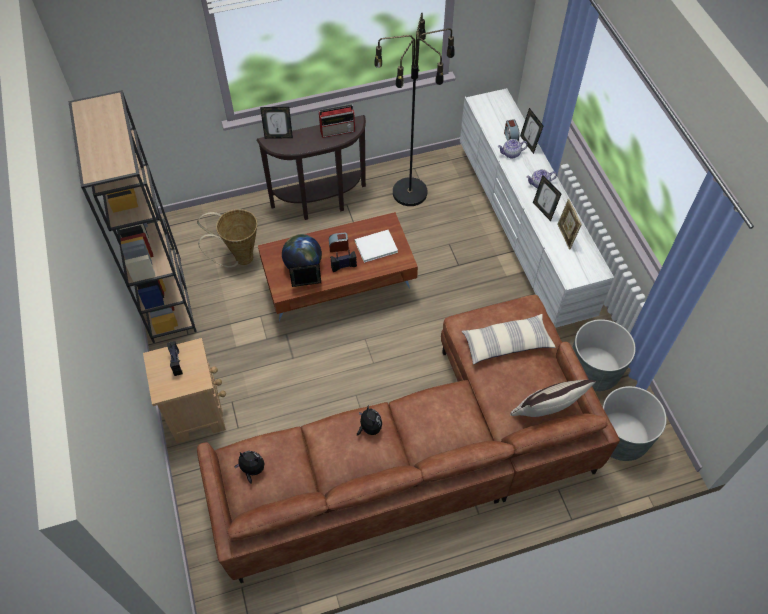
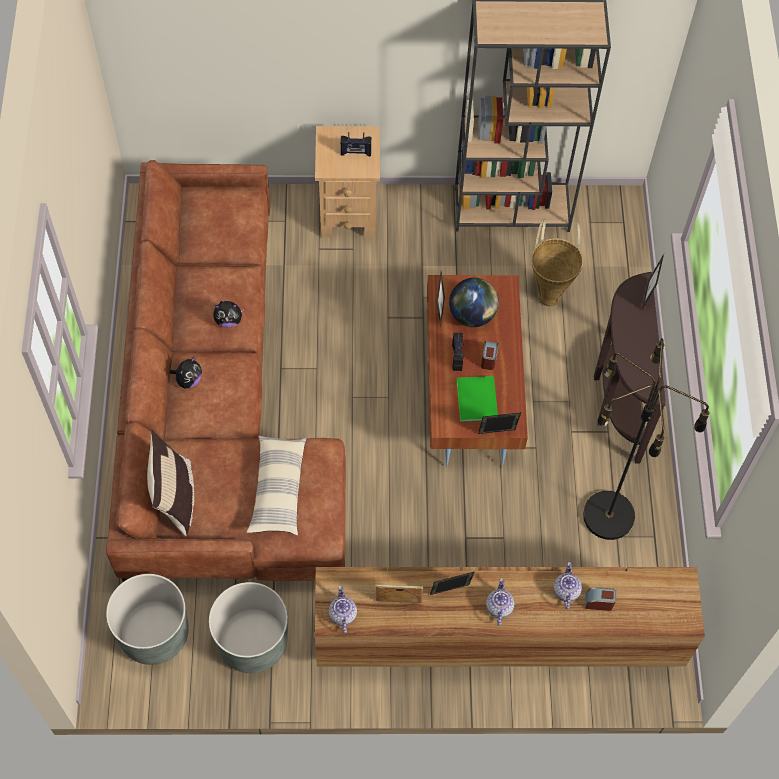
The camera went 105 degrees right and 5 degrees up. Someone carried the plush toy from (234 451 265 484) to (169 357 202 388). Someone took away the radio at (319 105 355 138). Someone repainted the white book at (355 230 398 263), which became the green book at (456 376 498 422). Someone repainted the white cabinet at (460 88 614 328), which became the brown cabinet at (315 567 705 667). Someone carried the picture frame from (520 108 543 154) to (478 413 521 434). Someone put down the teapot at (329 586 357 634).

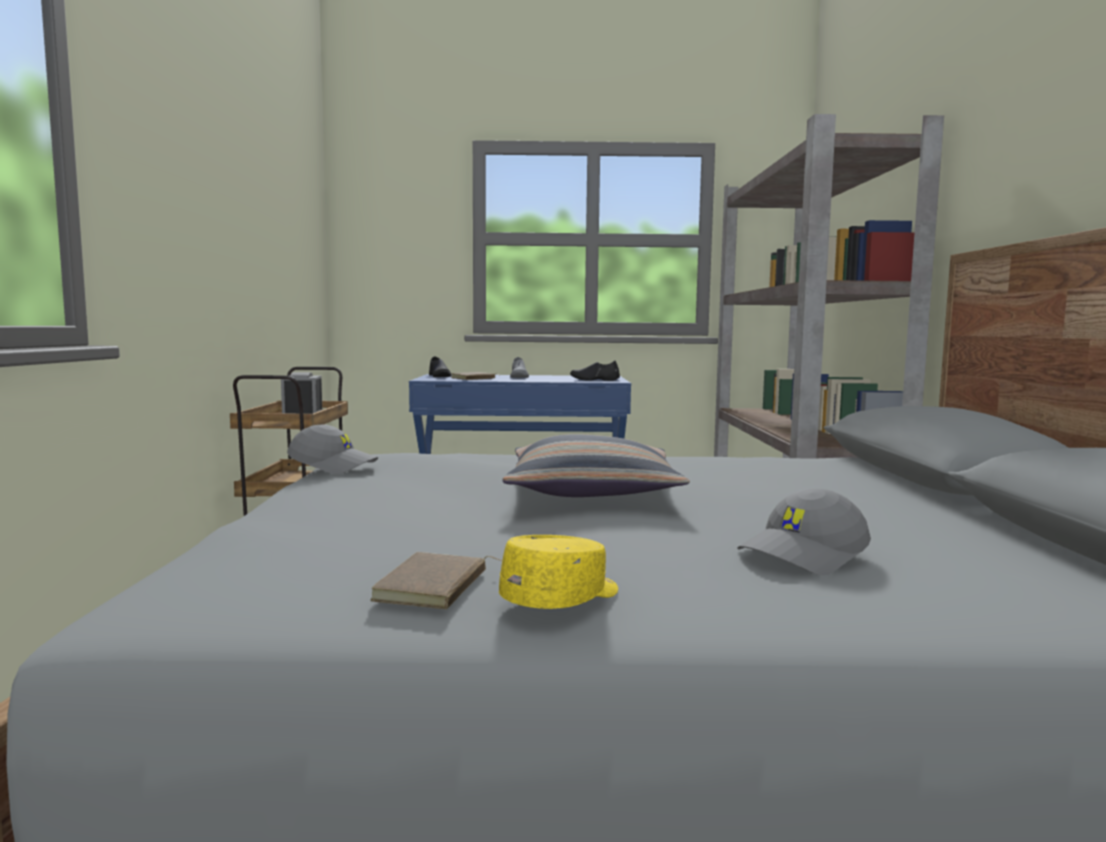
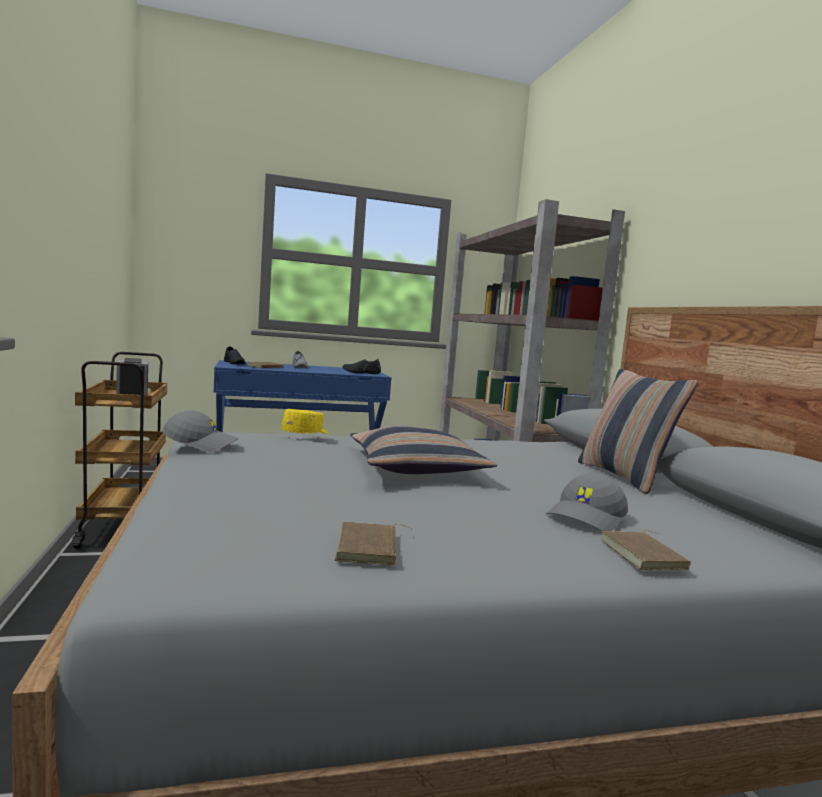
The camera went 15 degrees left and 0 degrees up. Someone carried the yellow cap from (499 535 618 609) to (281 409 328 434). Someone put down the pillow at (578 369 698 494). Someone put down the brown book at (601 530 691 570).

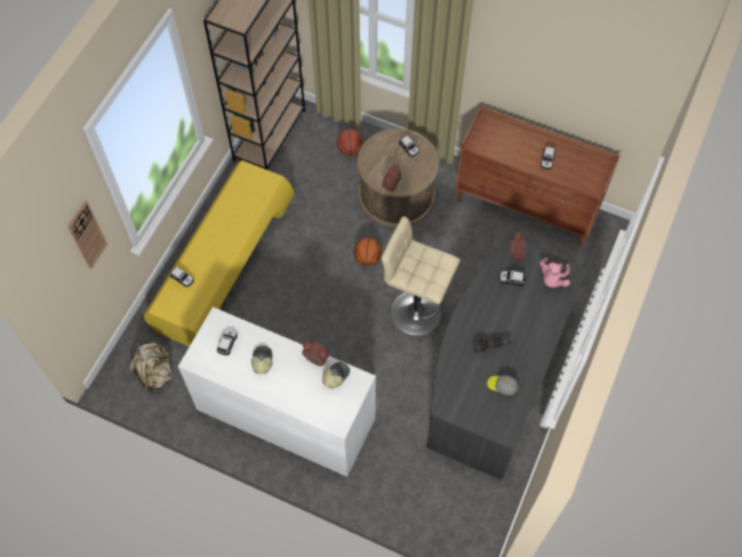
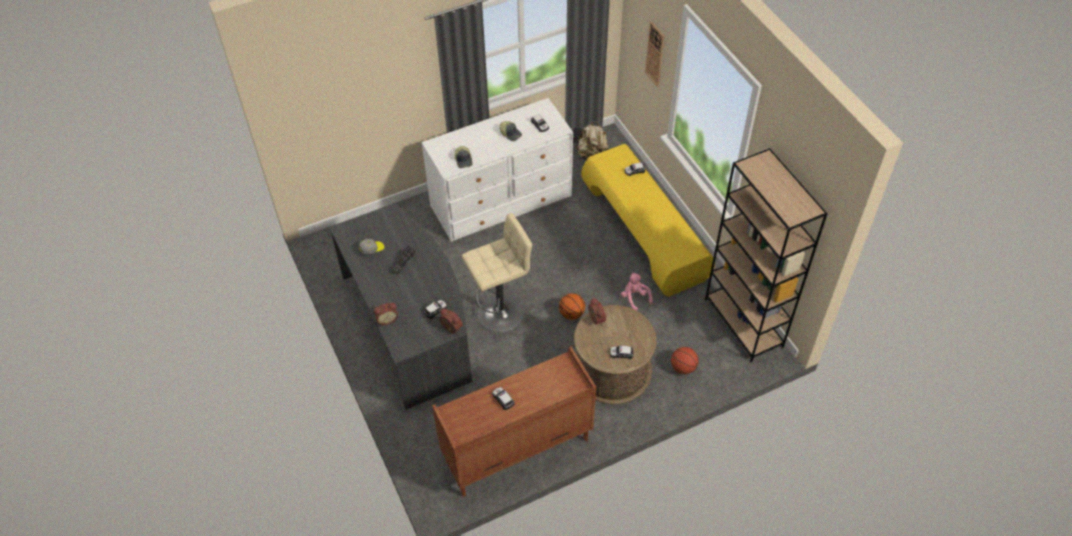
The camera went 130 degrees right and 10 degrees down. Someone carried the alarm clock from (302 341 330 366) to (374 303 398 325). Someone carried the pink plush toy from (540 257 570 288) to (621 272 653 311).

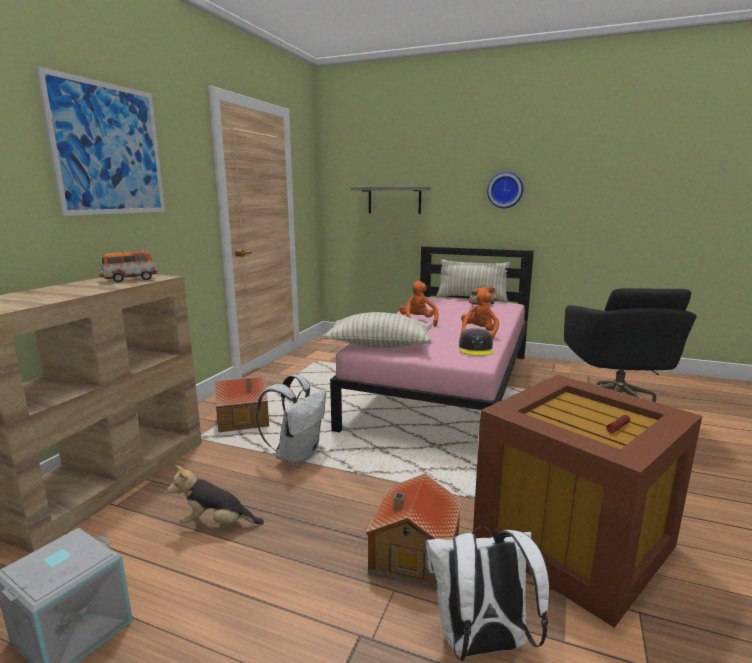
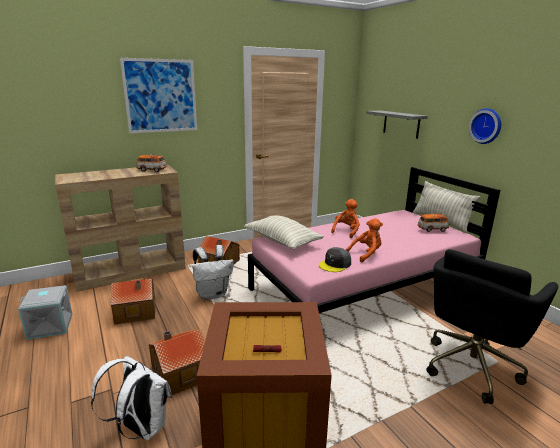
The camera went 40 degrees right and 5 degrees up. Someone swapped the plush toy at (167 465 264 524) for the toy house at (111 278 155 325).

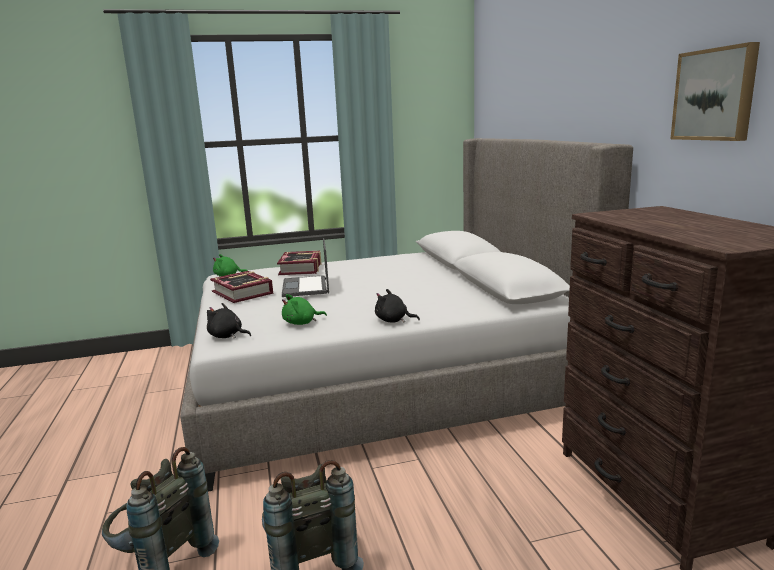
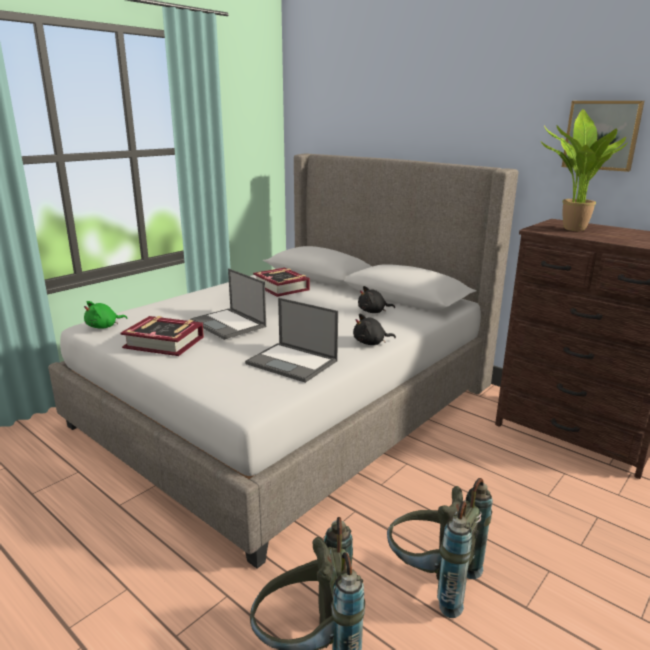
The camera went 35 degrees left and 5 degrees up. Someone carried the black plush toy from (207 303 251 339) to (358 286 395 313). Someone carried the book from (277 251 321 275) to (253 268 310 297). Someone swapped the green plush toy at (282 294 327 325) for the laptop at (245 298 338 383). Someone put down the potted plant at (541 109 628 231).

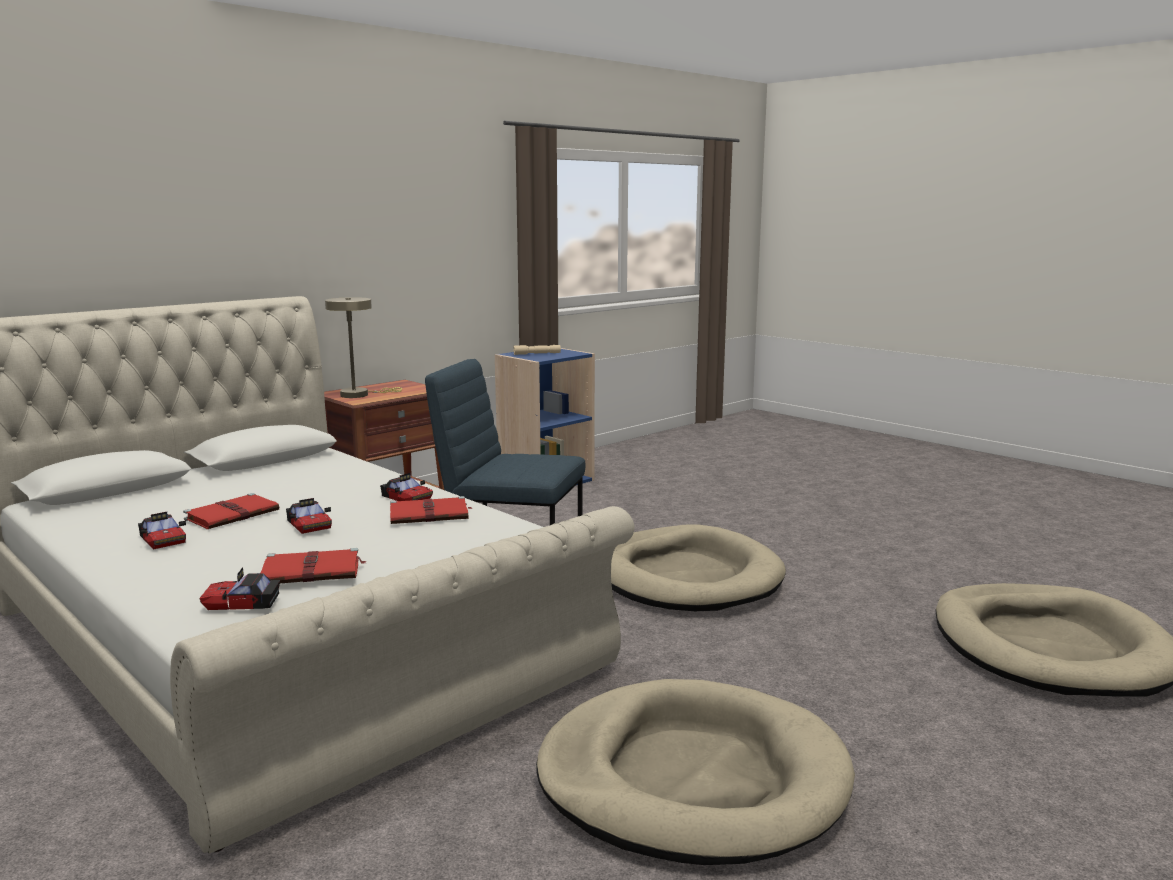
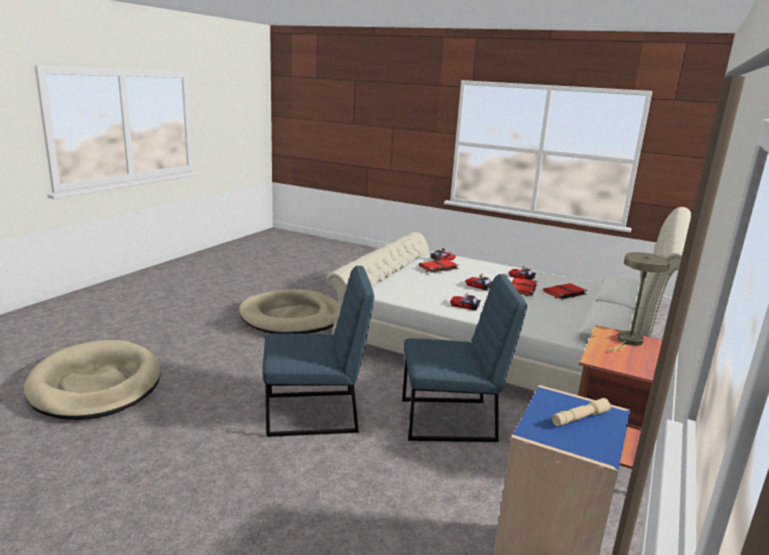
The camera went 160 degrees right and 5 degrees up. Someone carried the red book from (390 496 473 524) to (543 283 587 300). Someone swapped the beige dog bed at (611 525 786 611) for the blue chair at (262 266 374 437).

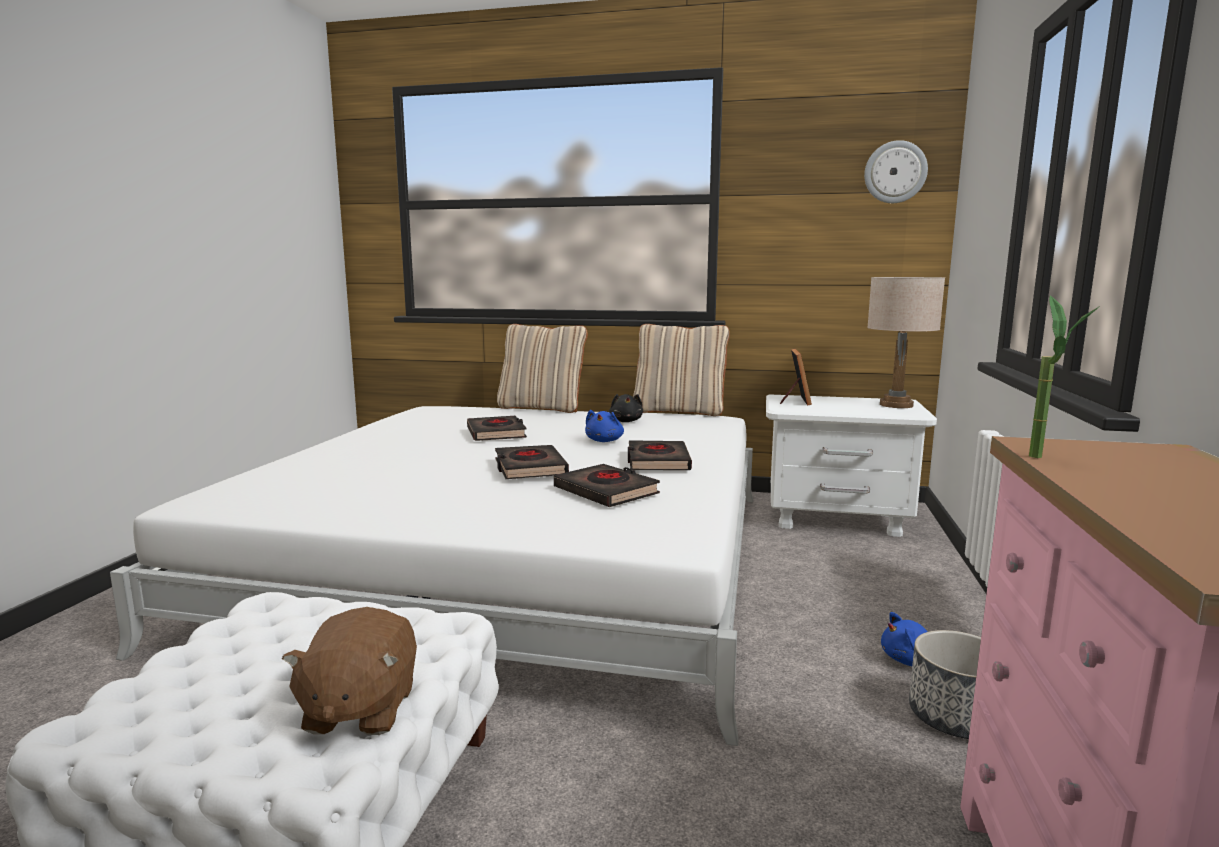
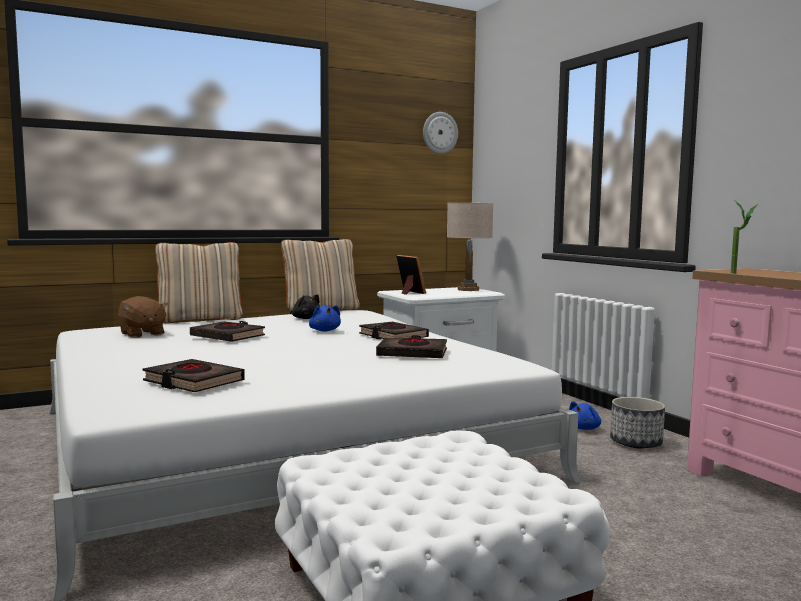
The camera went 40 degrees left and 5 degrees down. Someone carried the brown plush toy from (282 607 417 735) to (118 296 168 338). Someone carried the black book from (495 445 569 479) to (143 359 245 392).

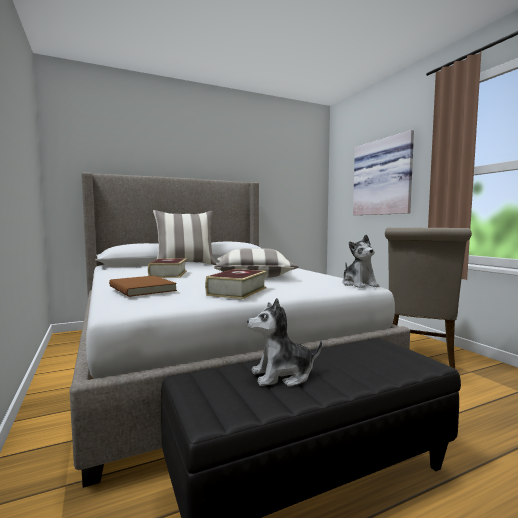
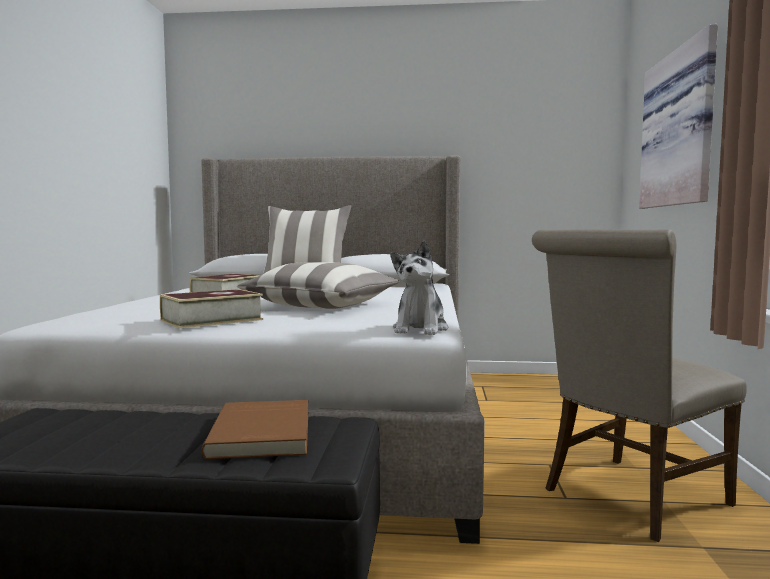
The camera went 30 degrees right and 0 degrees up. Someone carried the brown book from (109 276 177 297) to (202 400 308 459). Someone took away the plush toy at (247 298 322 387).

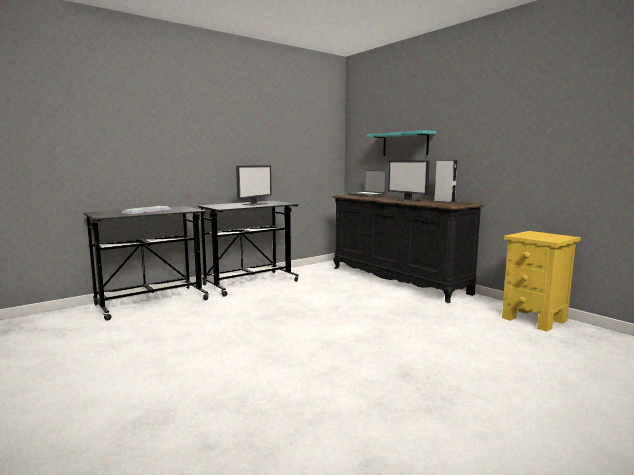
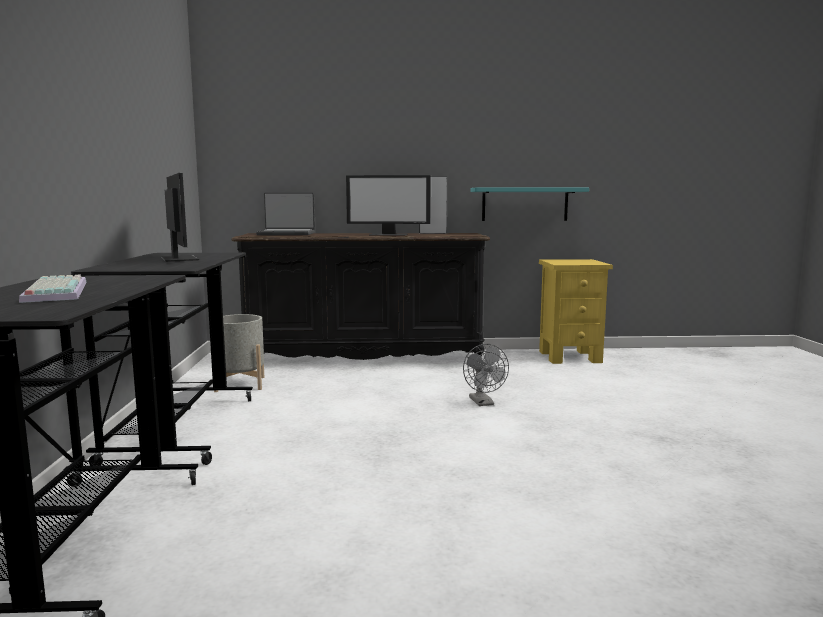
The camera went 55 degrees left and 0 degrees up. Someone carried the turquoise shelf from (366 130 436 156) to (471 188 589 221). Someone put down the grey planter at (214 314 264 392). Someone put down the grey fan at (463 344 509 406).

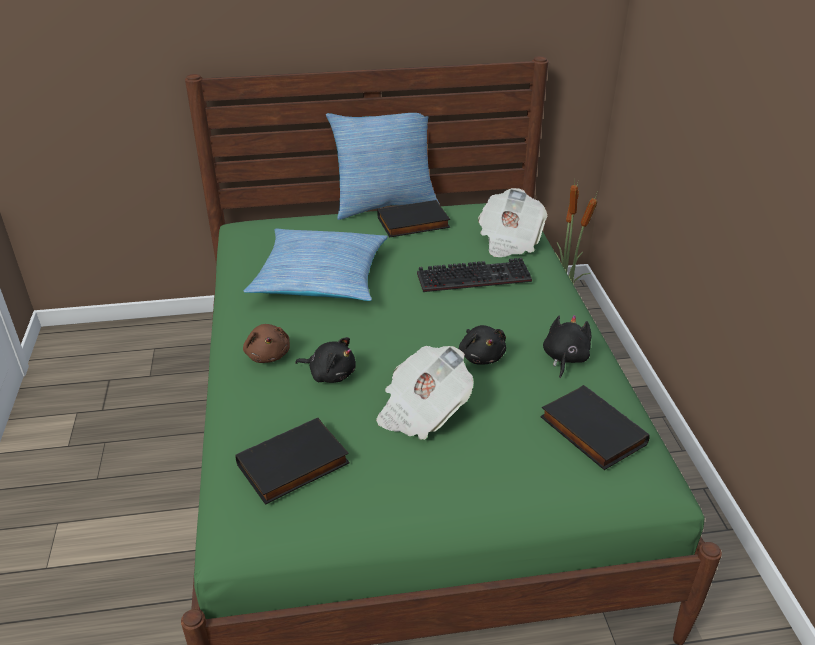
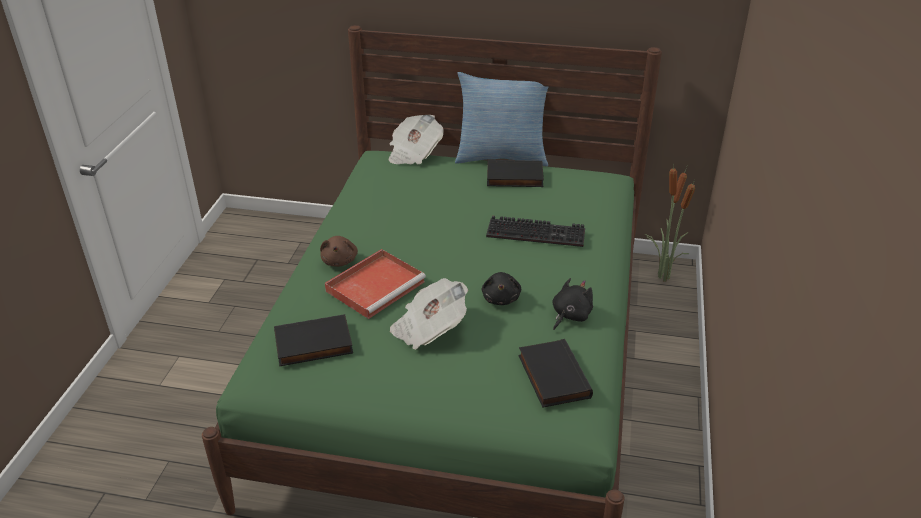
The camera went 20 degrees right and 0 degrees up. Someone took away the pillow at (244 228 388 301). Someone swapped the black plush toy at (295 337 356 383) for the red tray at (325 249 426 319). Someone carried the newspaper from (478 188 548 257) to (388 115 444 165).

